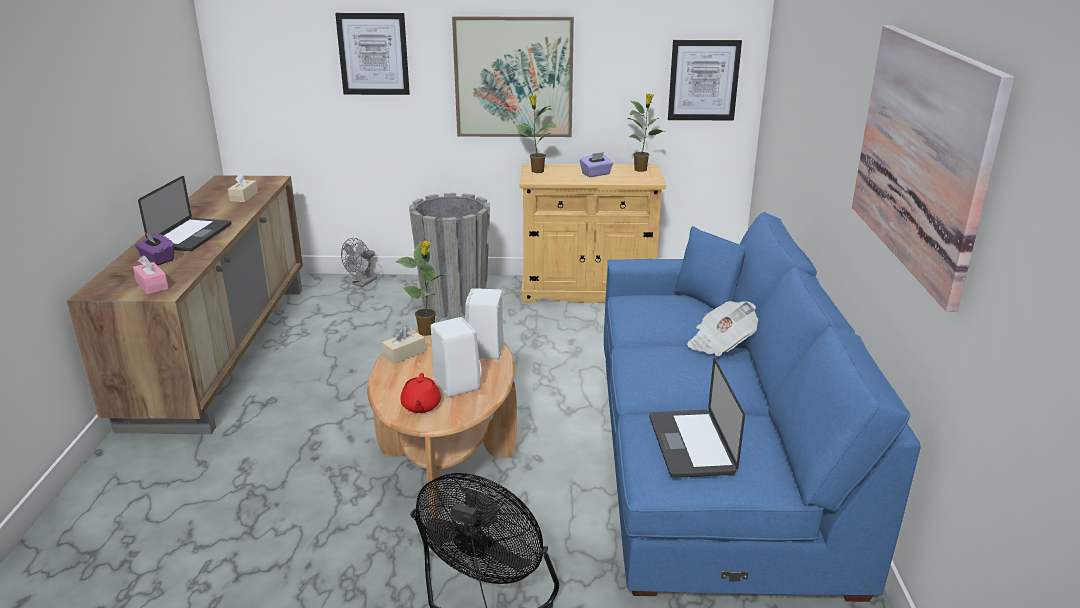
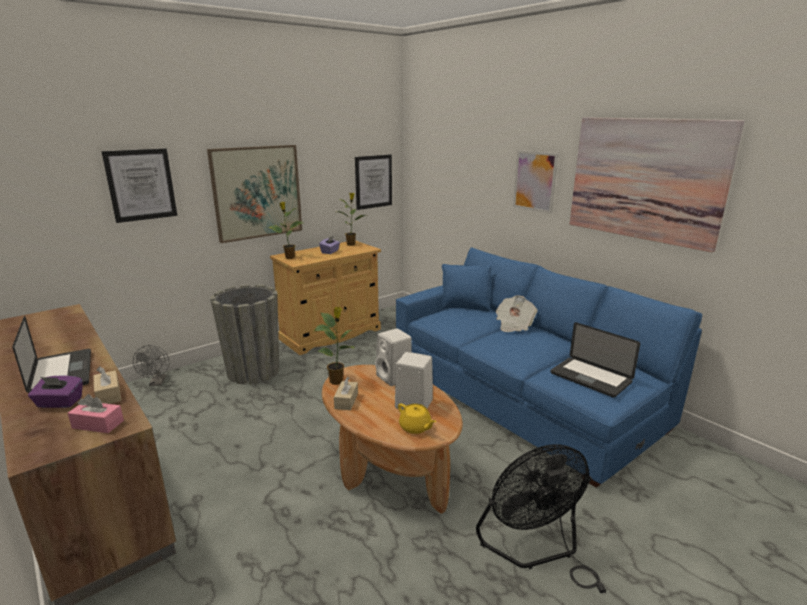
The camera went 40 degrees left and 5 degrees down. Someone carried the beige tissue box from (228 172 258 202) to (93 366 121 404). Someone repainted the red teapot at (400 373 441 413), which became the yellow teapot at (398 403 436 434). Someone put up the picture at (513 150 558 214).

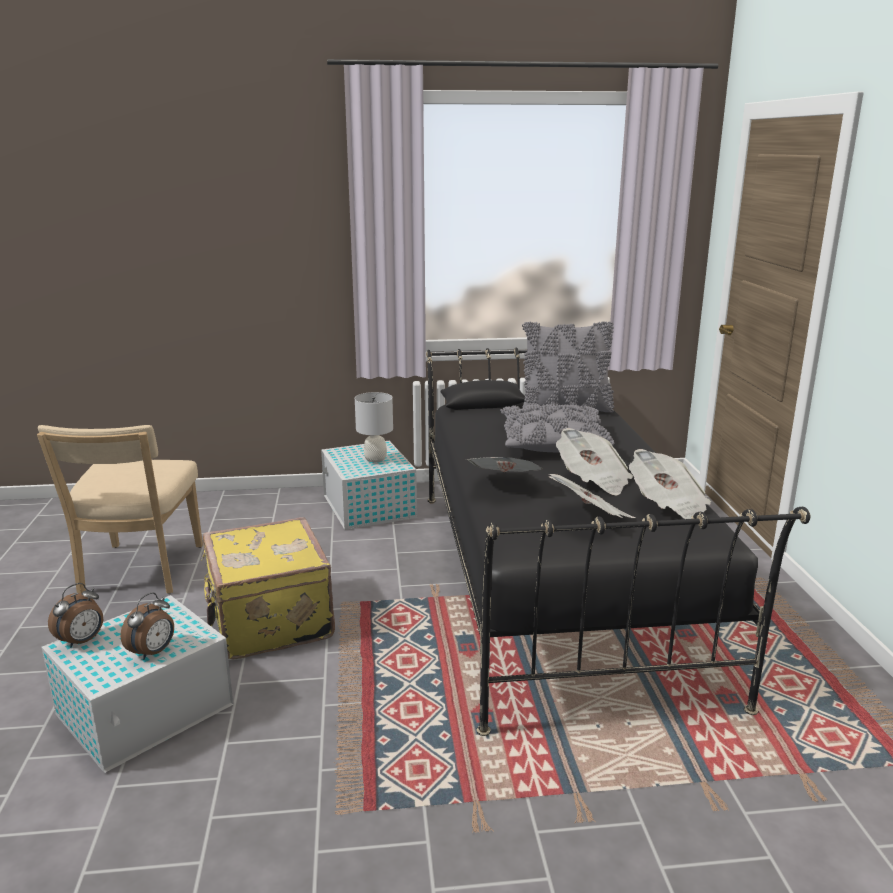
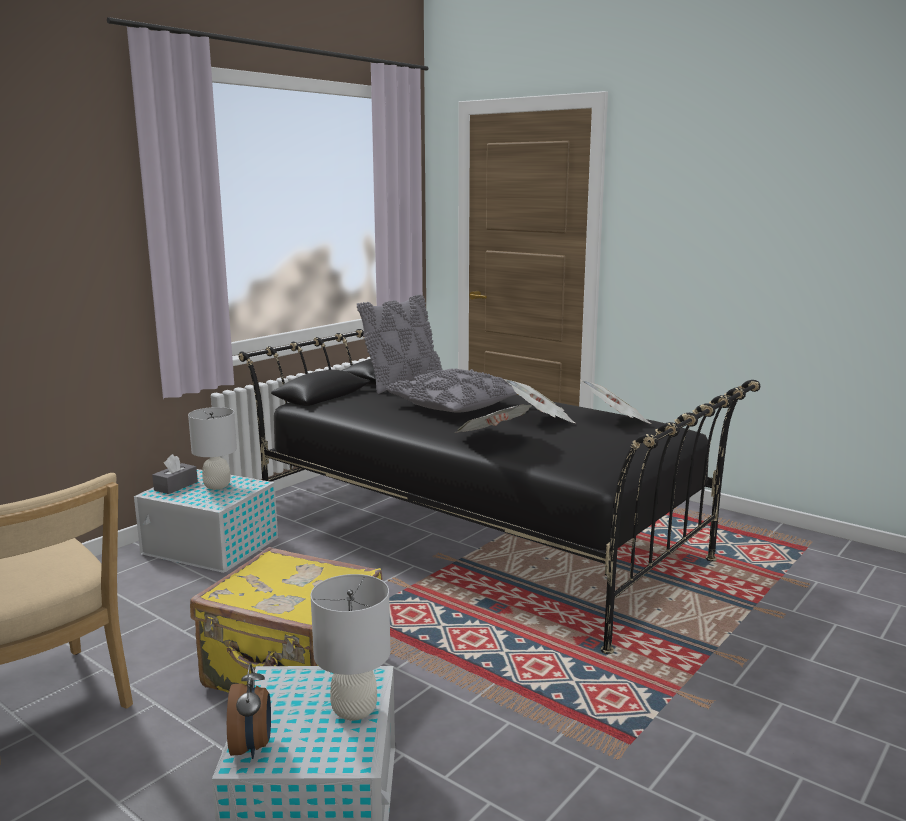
The camera went 45 degrees left and 5 degrees down. Someone swapped the alarm clock at (121 592 174 660) for the grey table lamp at (311 574 390 721). Someone took away the newspaper at (549 474 635 518). Someone put down the grey tissue box at (152 454 198 494).

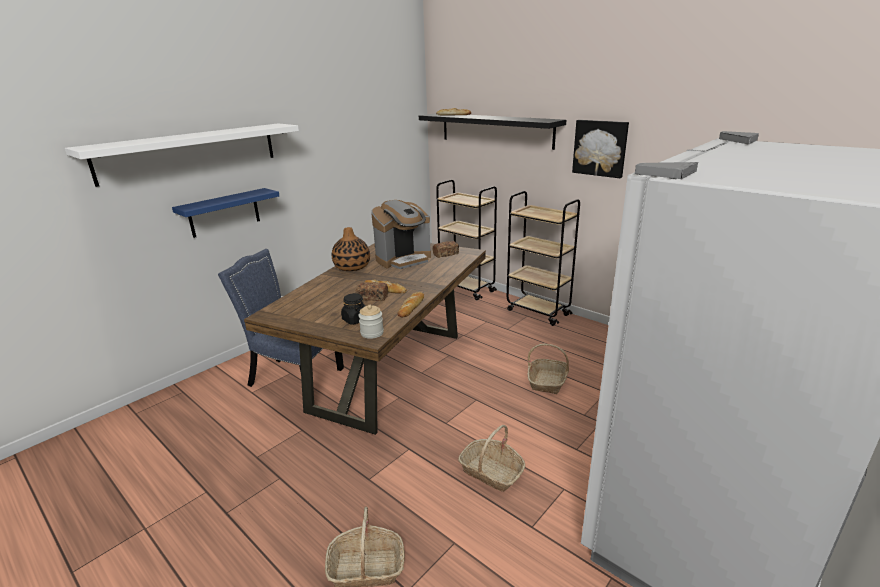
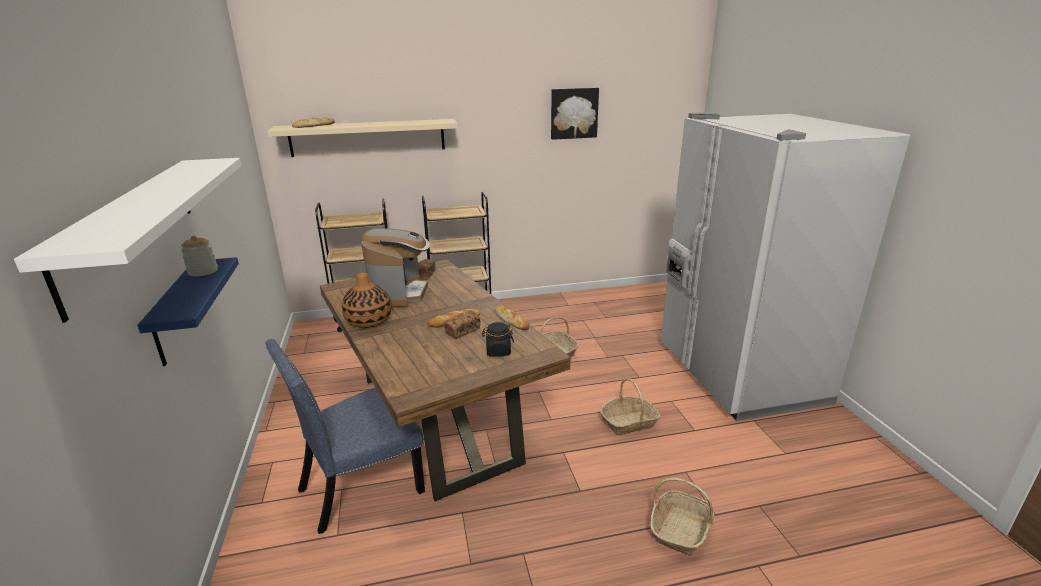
The camera went 55 degrees left and 0 degrees up. Someone carried the jar from (358 305 384 339) to (181 236 218 276). Someone repainted the black shelf at (419 113 566 150), which became the beige shelf at (267 119 458 157). Someone carried the picture from (572 120 629 178) to (551 88 599 140).

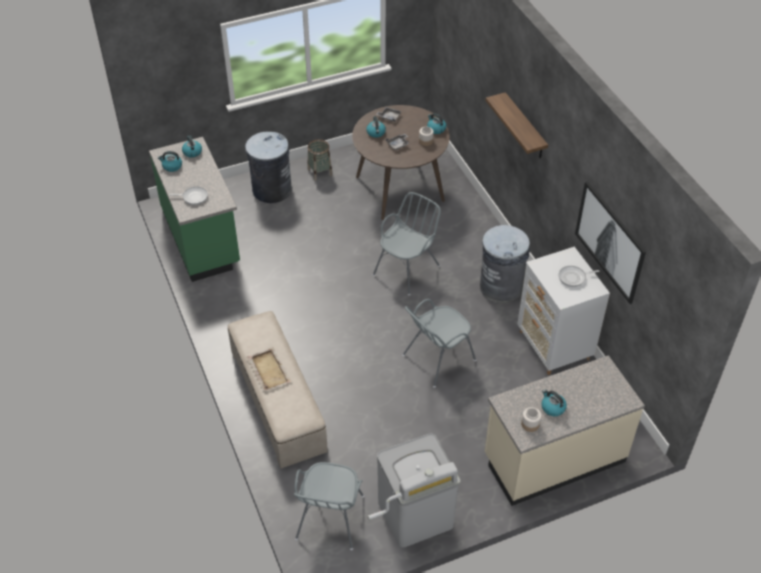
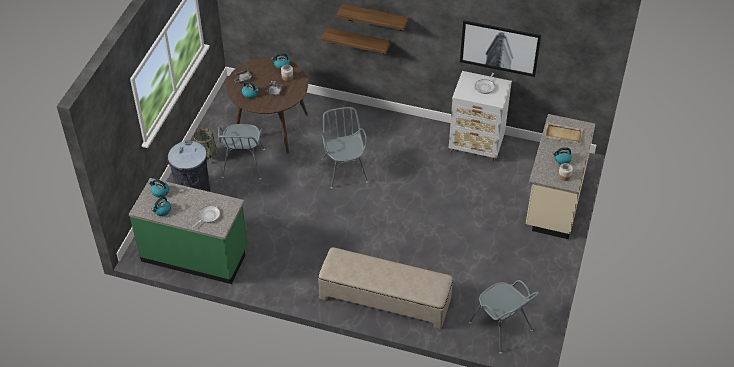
The camera went 50 degrees left and 0 degrees up. Someone carried the beige tray from (246 347 292 391) to (544 122 583 144). Someone took away the grey washing machine at (368 434 461 547). Someone carried the grey chair from (402 299 476 388) to (218 124 265 180). Someone took away the grey trash can at (480 225 530 303). Someone put up the shelf at (320 28 391 54).

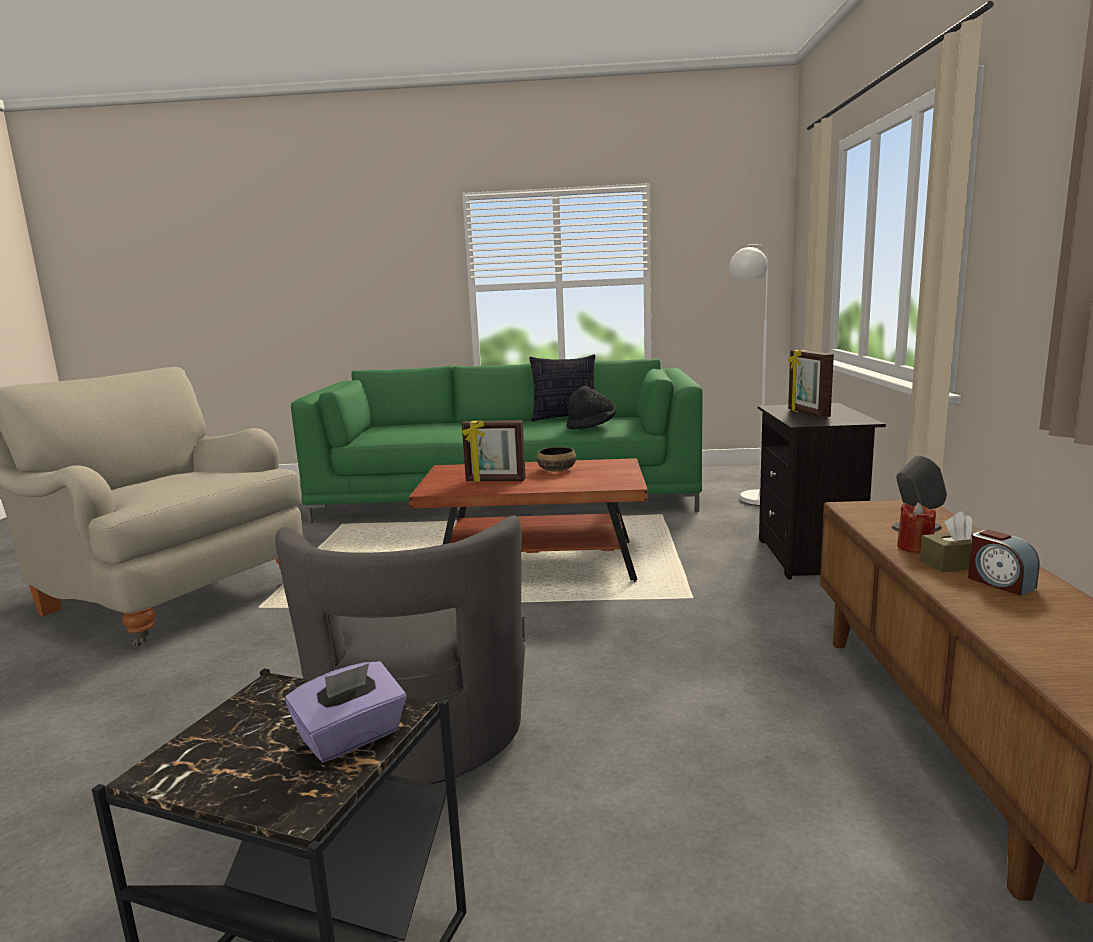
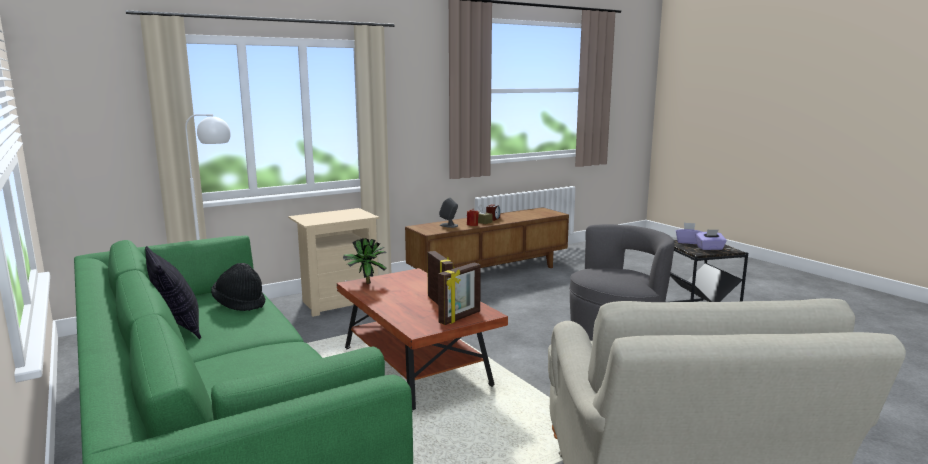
The camera went 125 degrees left and 0 degrees up. Someone took away the bowl at (537 447 576 472). Someone repainted the black nightstand at (758 403 886 579), which became the beige nightstand at (288 208 379 317). Someone carried the picture frame from (788 349 834 418) to (438 263 481 325). Someone put down the potted plant at (343 238 388 284). Someone put down the purple tissue box at (696 229 727 250).

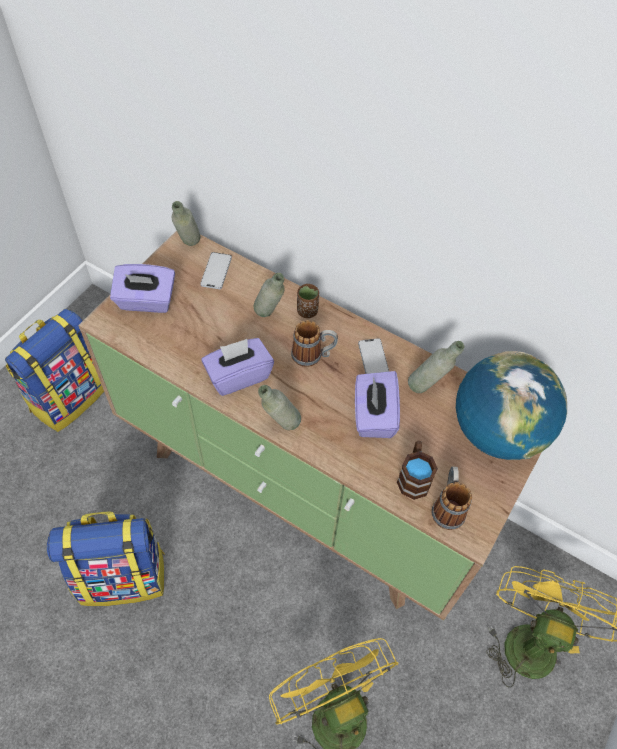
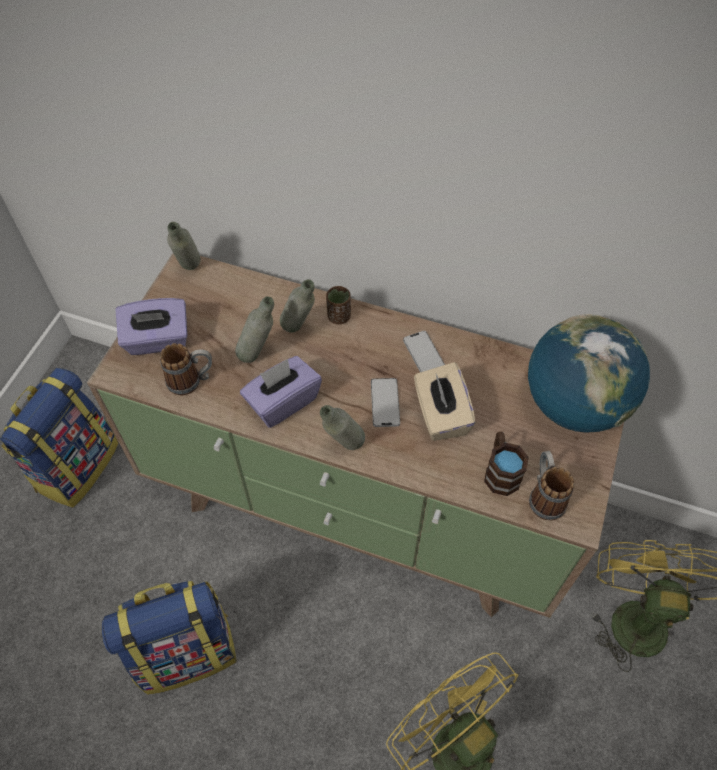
The camera went 10 degrees left and 0 degrees up. Someone carried the phone from (200 252 232 289) to (371 378 400 427). Someone carried the mug from (291 320 338 367) to (160 343 212 395). Someone repainted the purple tissue box at (355 371 400 438), which became the beige tissue box at (414 362 476 441). Someone carried the grey bottle from (408 341 465 393) to (235 297 274 363).

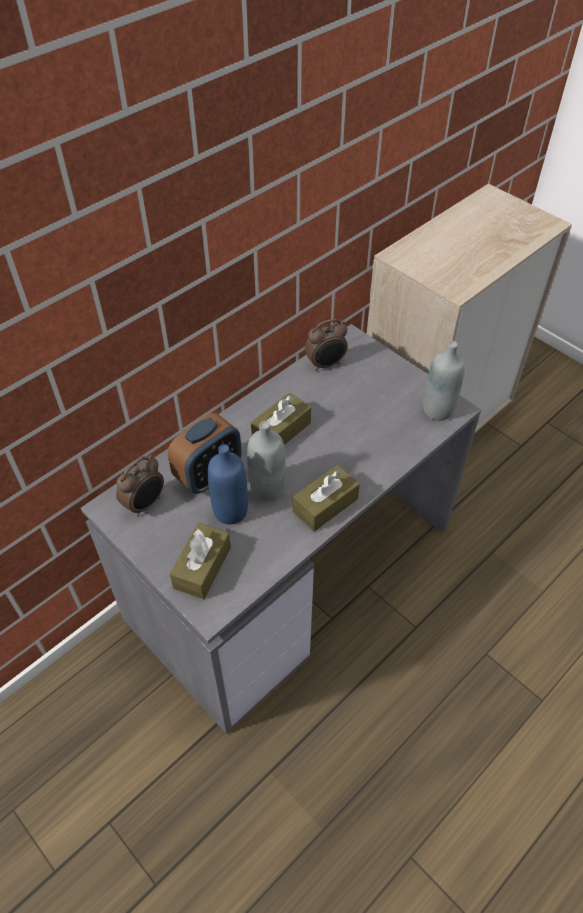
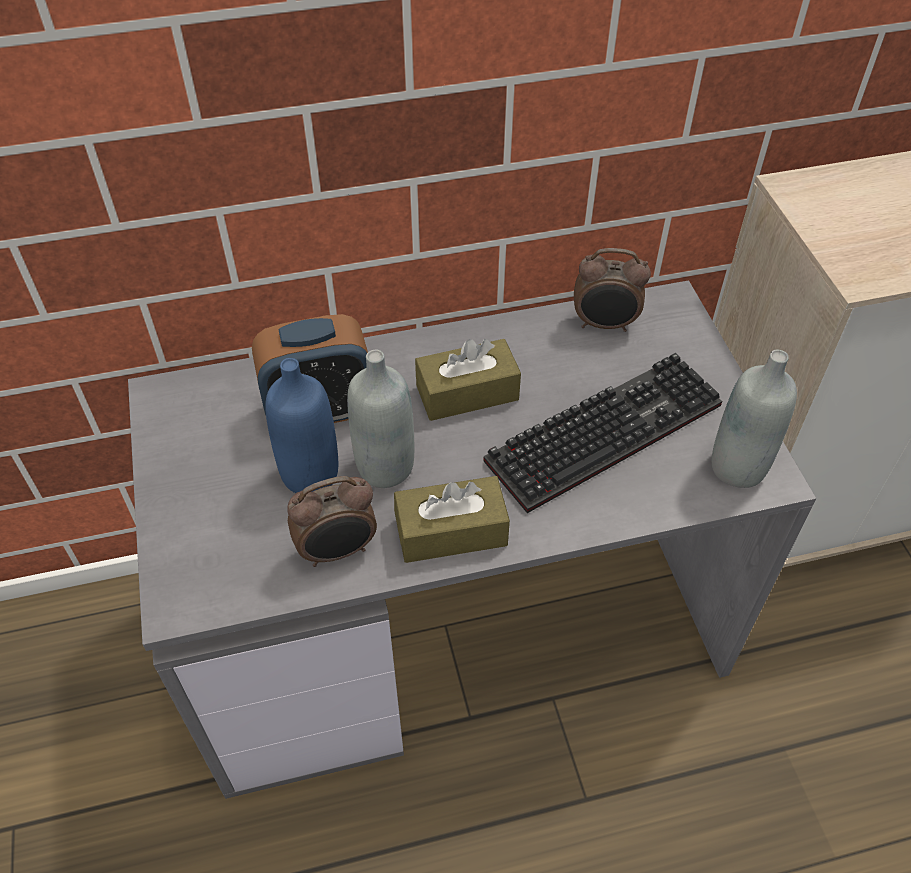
The camera went 30 degrees right and 0 degrees up. Someone carried the alarm clock from (116 455 164 517) to (287 476 377 567). Someone took away the brown tissue box at (170 523 231 599). Someone put down the keyboard at (483 353 722 513).

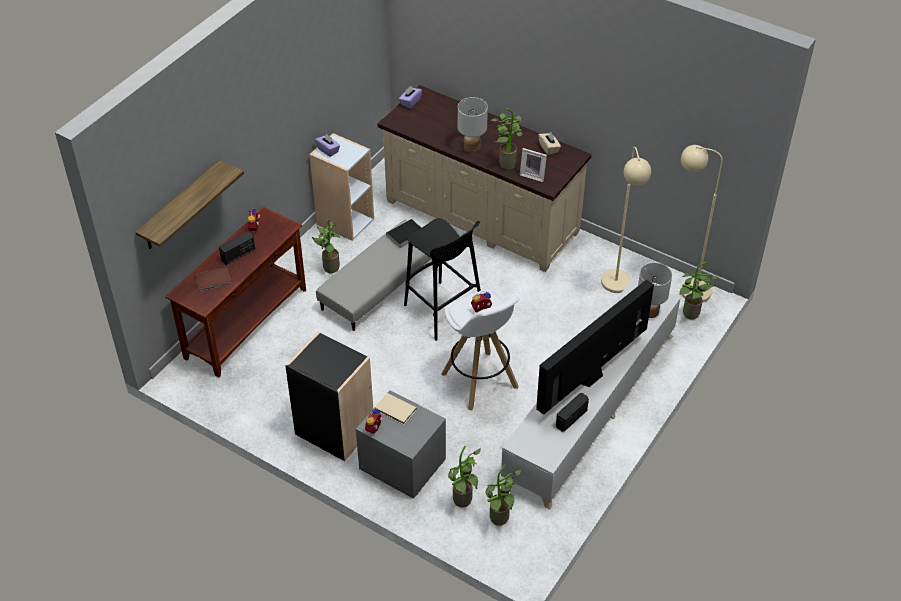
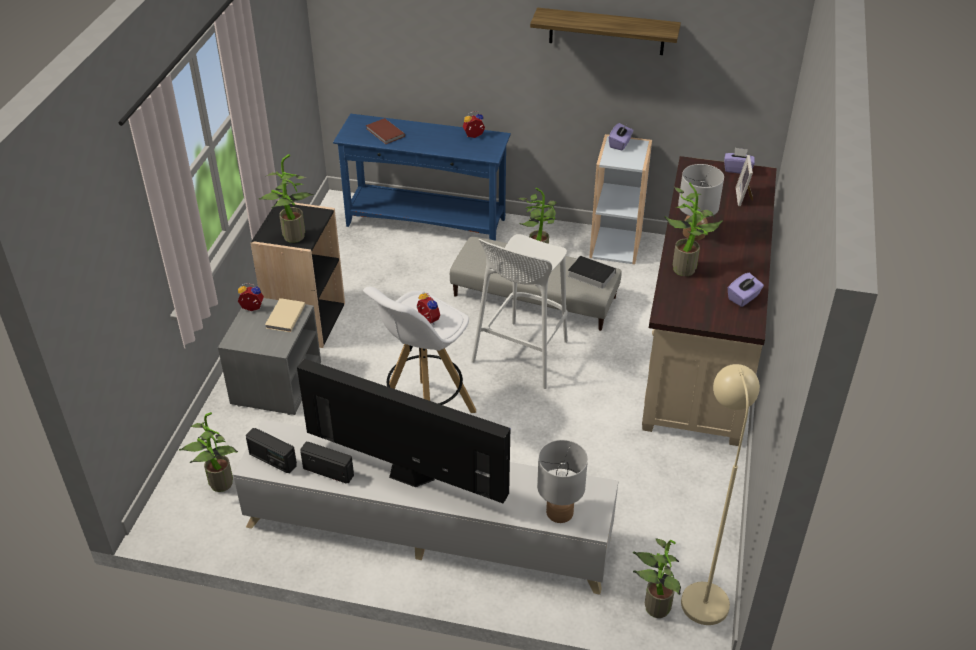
The camera went 70 degrees right and 5 degrees down. Someone carried the shelf from (135 160 244 249) to (530 8 681 55). Someone repainted the brown console table at (165 207 306 378), which became the blue console table at (333 114 511 241). Someone carried the radio from (219 232 255 265) to (246 428 297 473). Someone repainted the black stool at (404 218 481 341), which became the white stool at (471 234 568 389). Someone carried the potted plant from (448 446 481 507) to (259 154 314 243). Someone carried the picture frame from (520 148 547 182) to (735 155 753 207). Someone repainted the beige tissue box at (538 131 561 155), which became the purple tissue box at (728 273 764 307). Someone took away the beige floor lamp at (601 147 651 293).

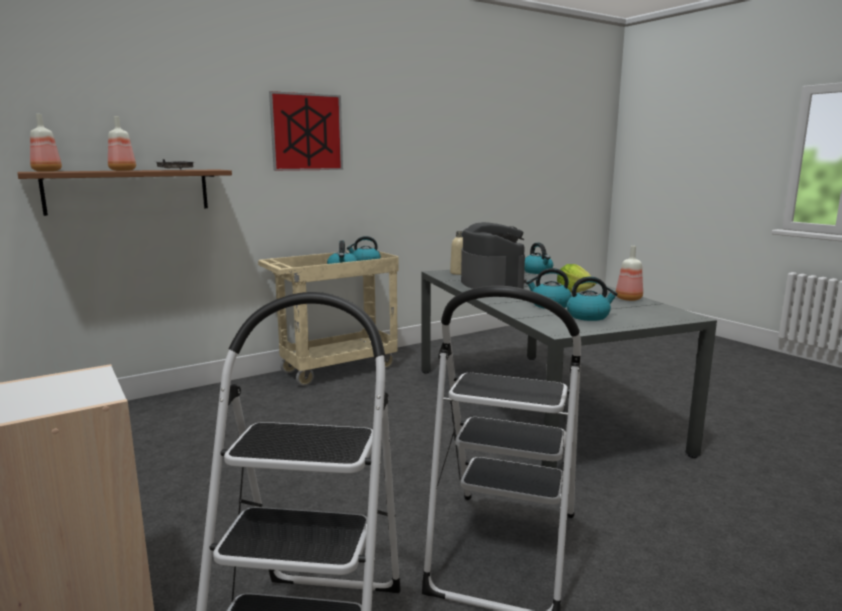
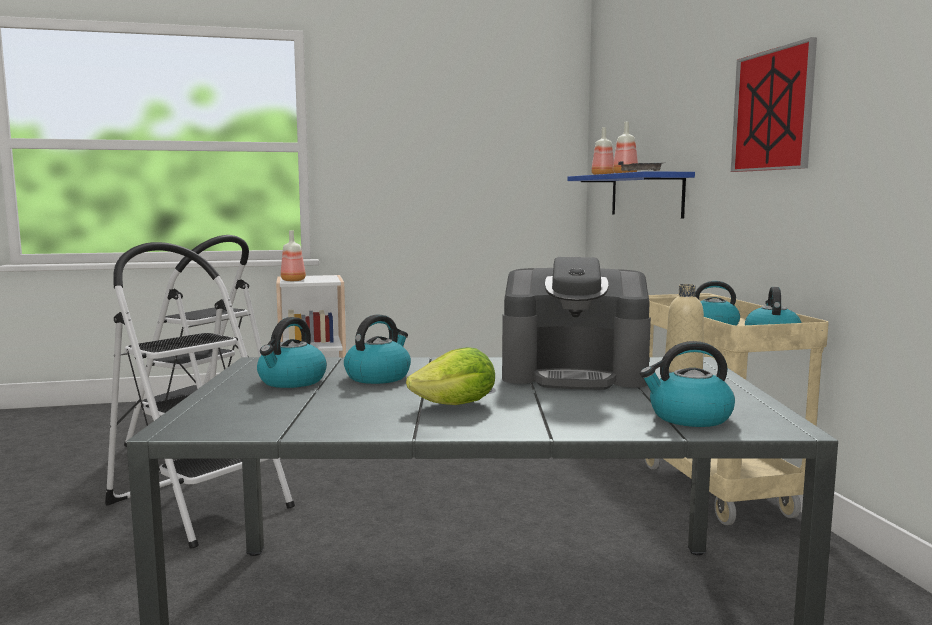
The camera went 110 degrees right and 5 degrees down. Someone repainted the brown shelf at (17 169 232 216), which became the blue shelf at (567 171 695 219). Someone carried the bottle from (616 246 643 301) to (281 230 306 281).

